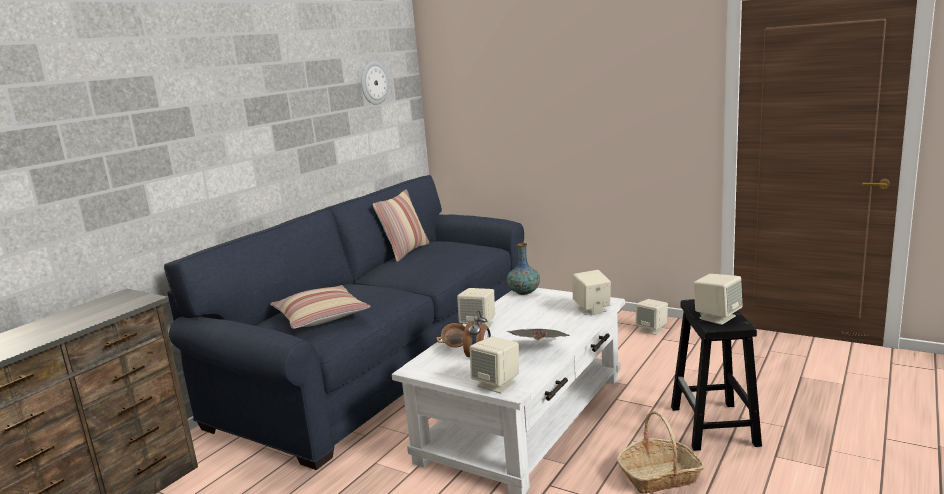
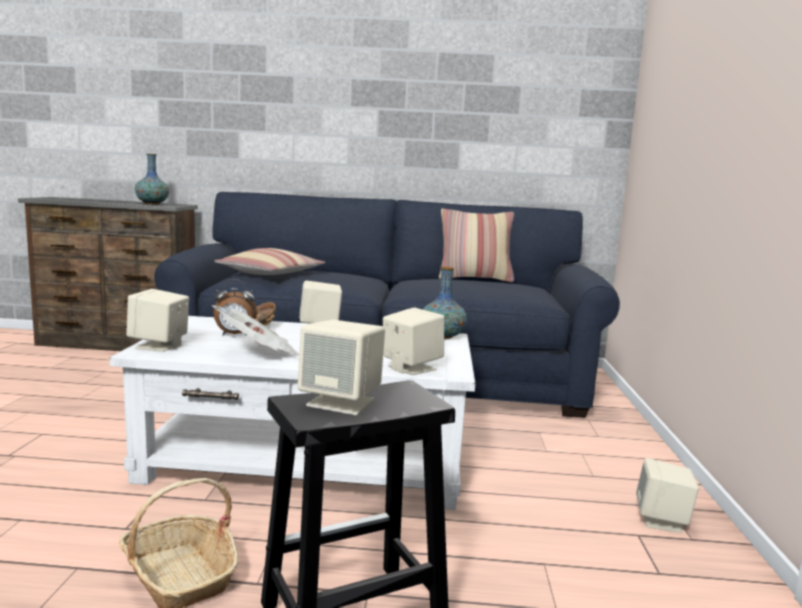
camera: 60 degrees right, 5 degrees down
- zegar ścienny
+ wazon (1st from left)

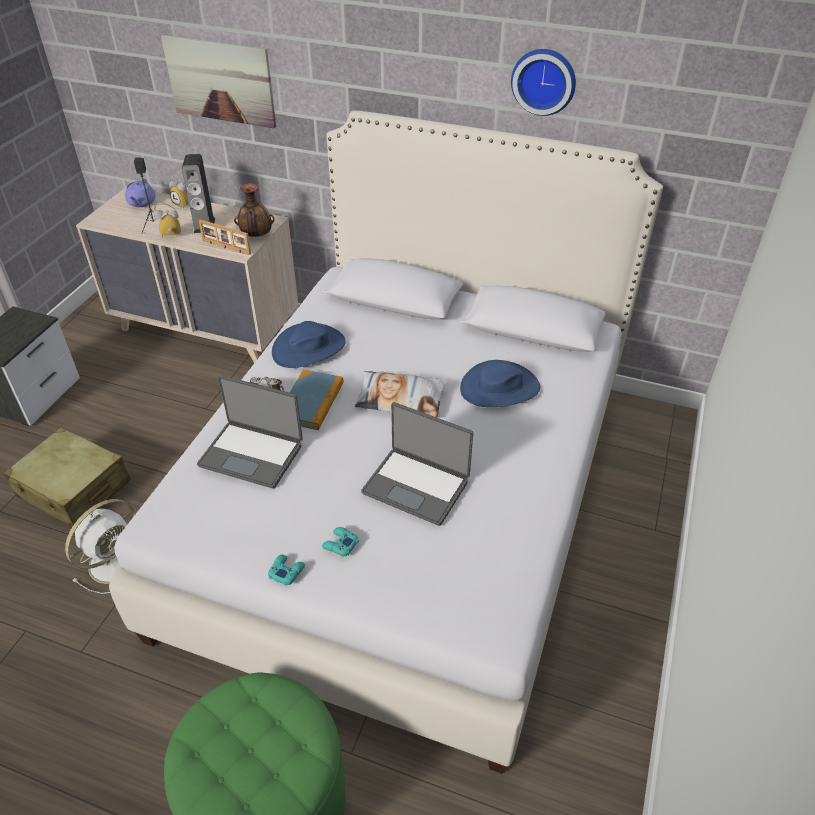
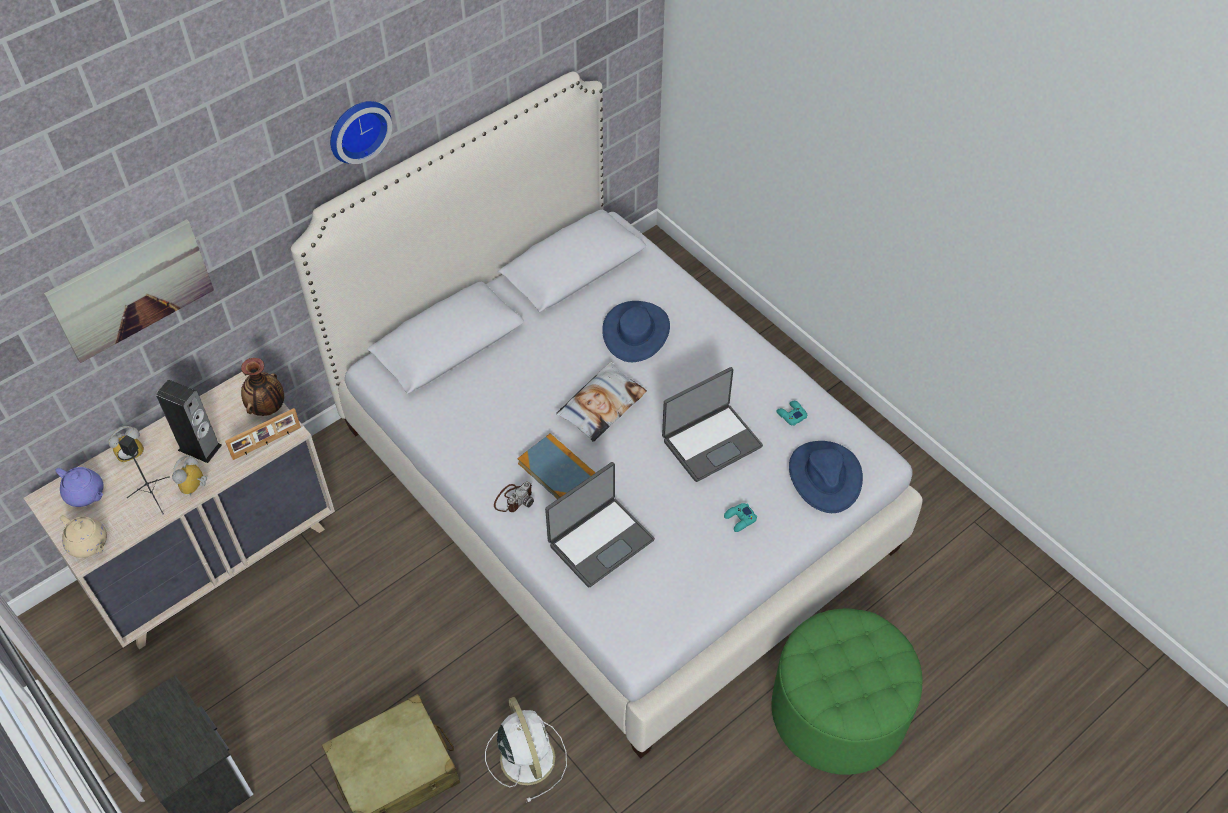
camera: 60 degrees left, 10 degrees up
+ imbryk [beżowy]
~ pad do gier [turkusowy] (1st from left in the first image) to pad do gier [turkusowy] (2nd from left)
~ kapelusz [niebieski] (1st from left in the first image) to kapelusz [niebieski] (2nd from left)
~ zegar ścienny

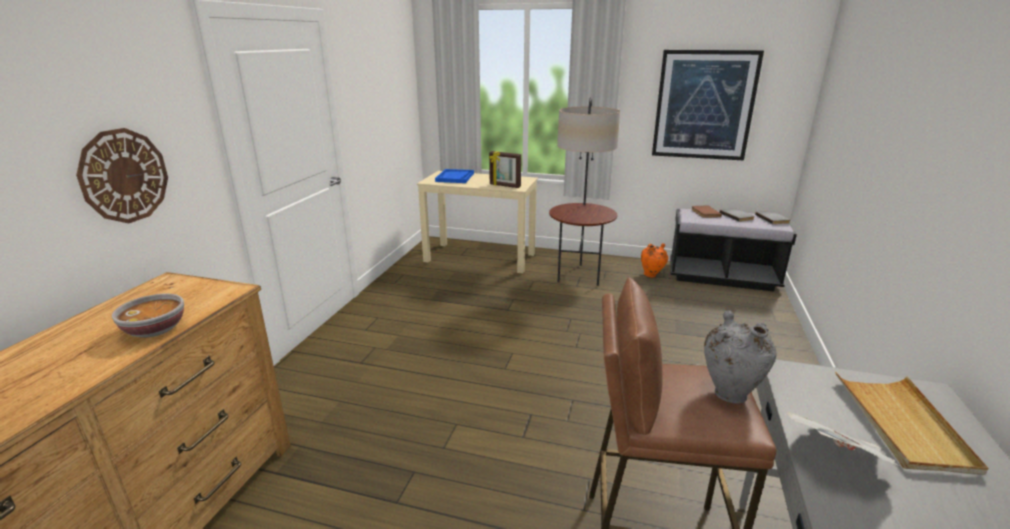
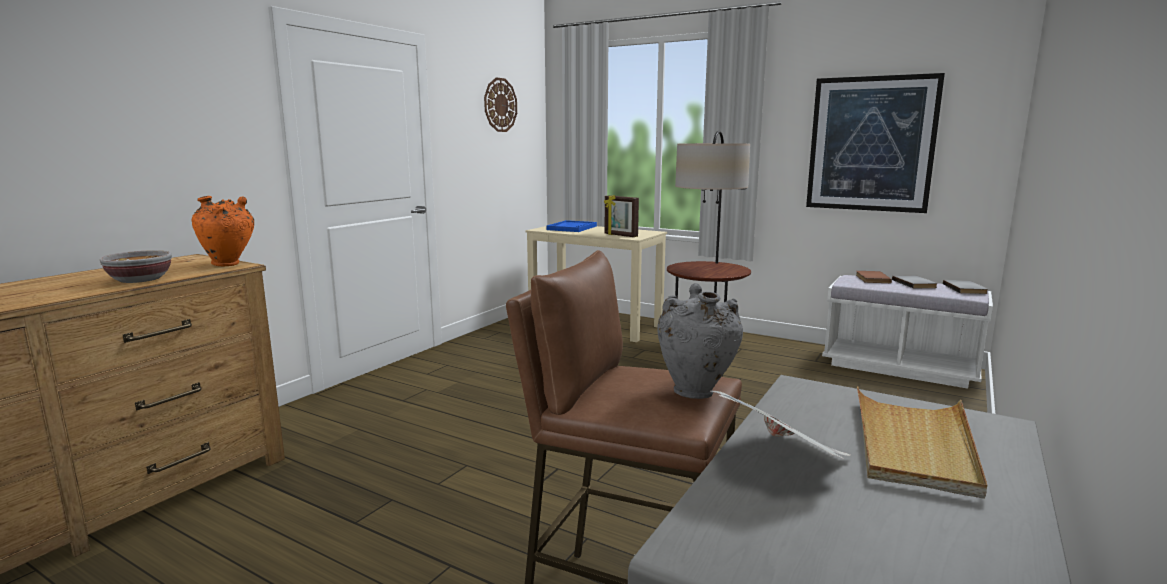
camera: 15 degrees right, 10 degrees down
~ zegar ścienny
~ wazon [pomarańczowy]
~ ławka [czarny] to ławka [biały]

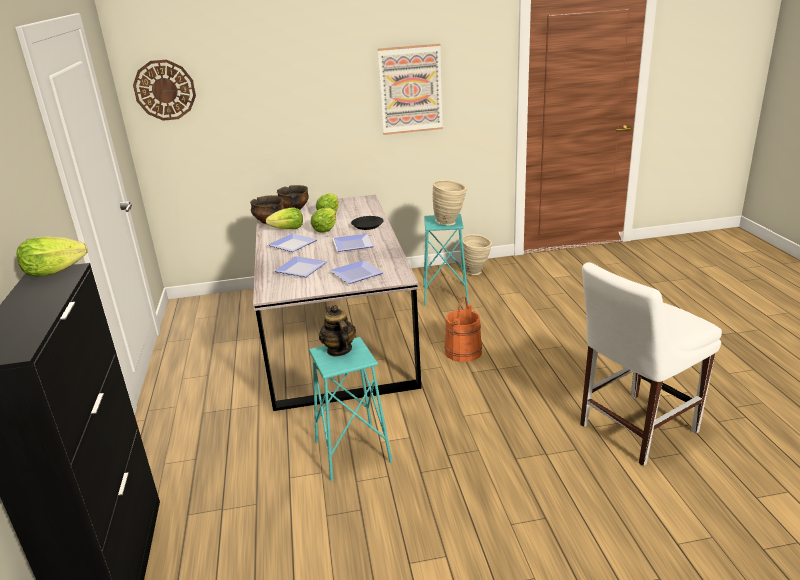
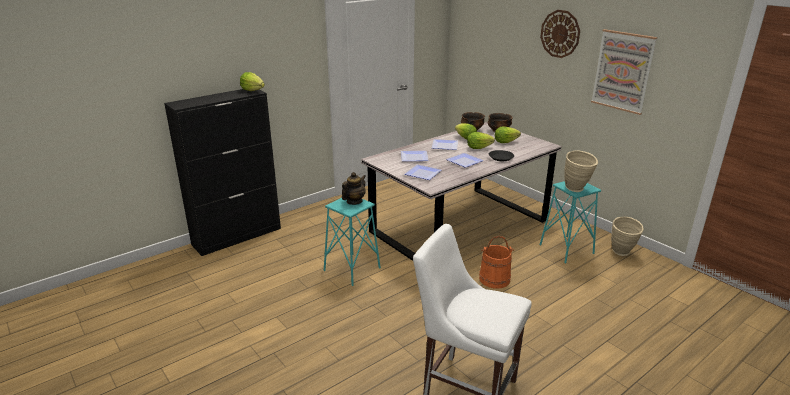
camera: 60 degrees right, 0 degrees up
~ zegar ścienny

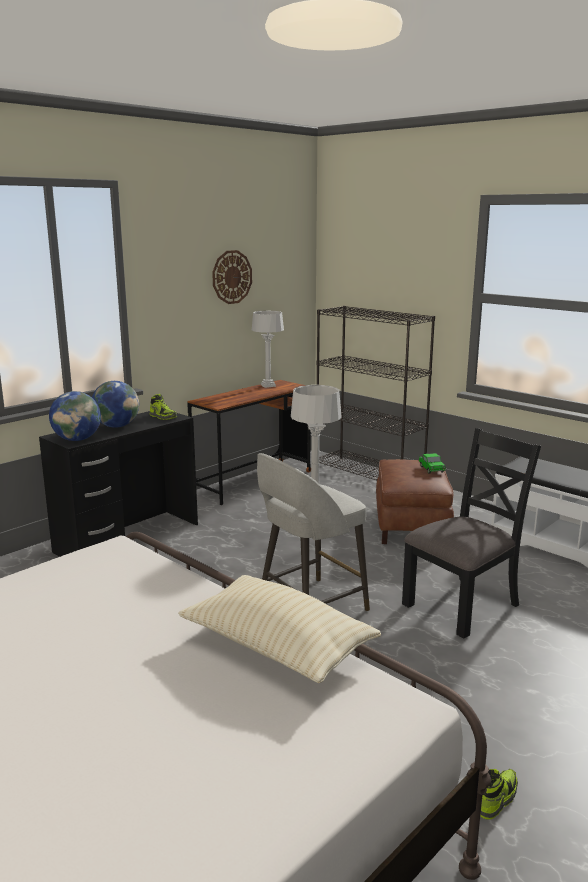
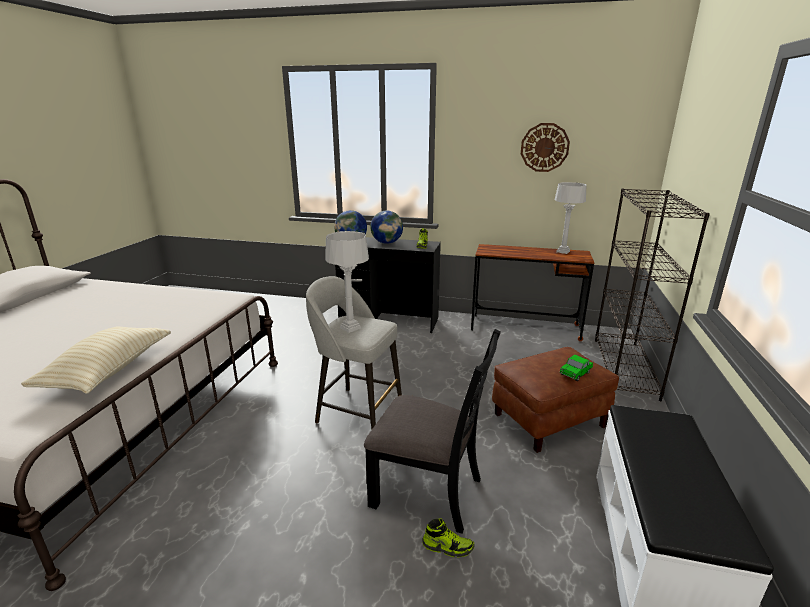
camera: 60 degrees right, 5 degrees up
~ but (2nd from left)

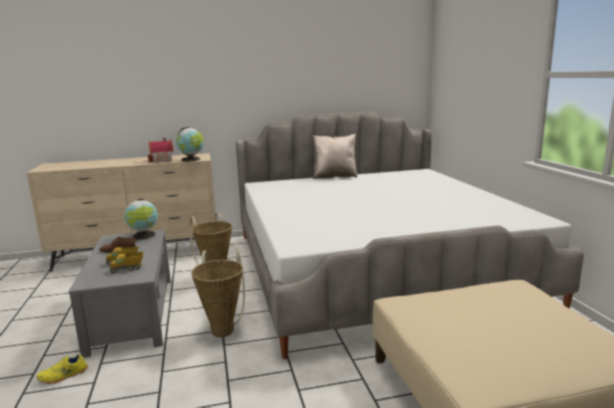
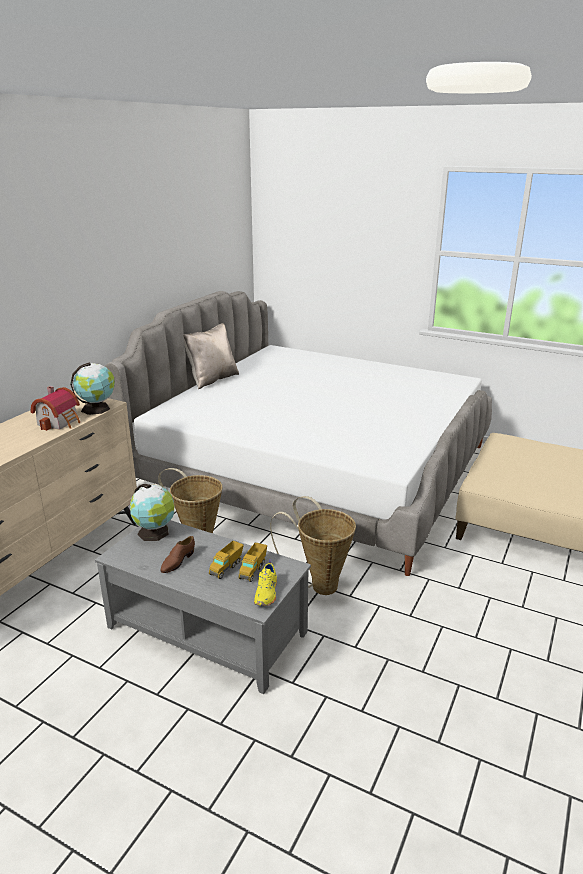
camera: 50 degrees left, 10 degrees up
~ but [żółty]

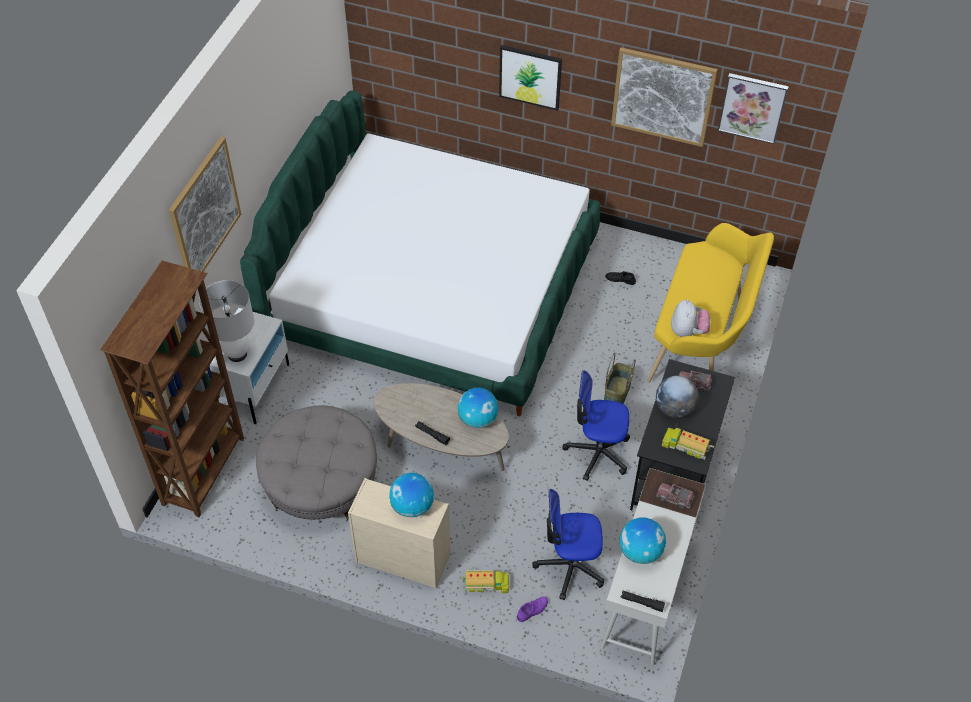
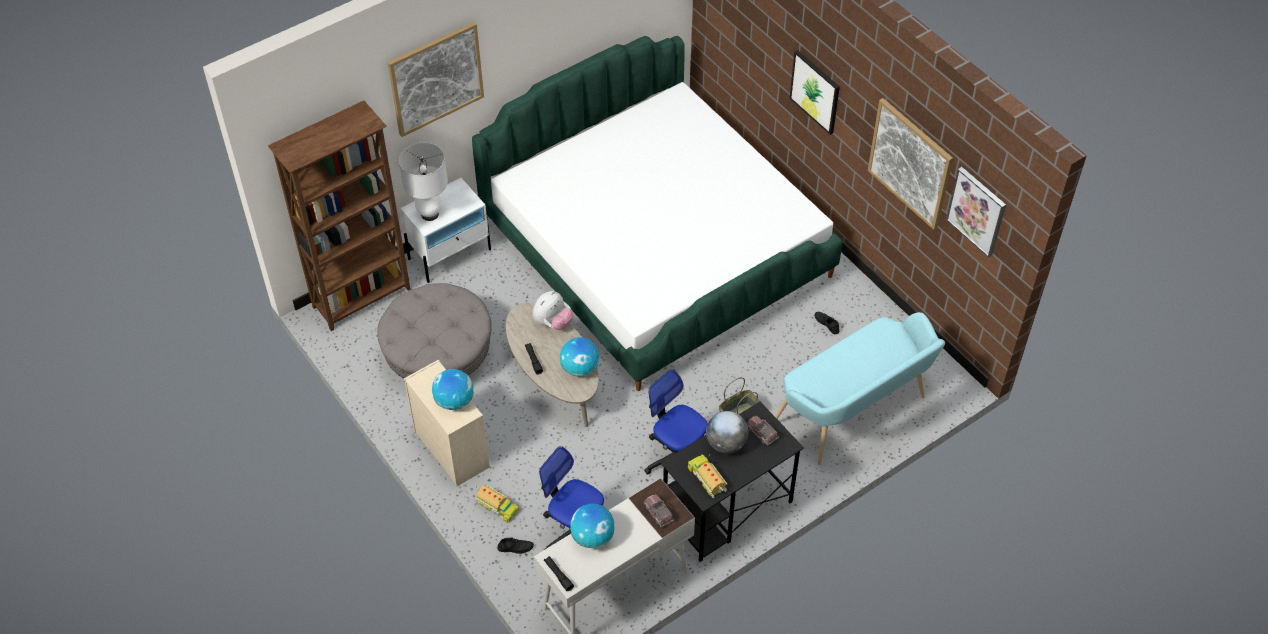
camera: 35 degrees right, 0 degrees up
~ pluszak
~ but [fioletowy] to but [czarny] (1st from left)
~ ławka [żółty] to ławka [turkusowy]

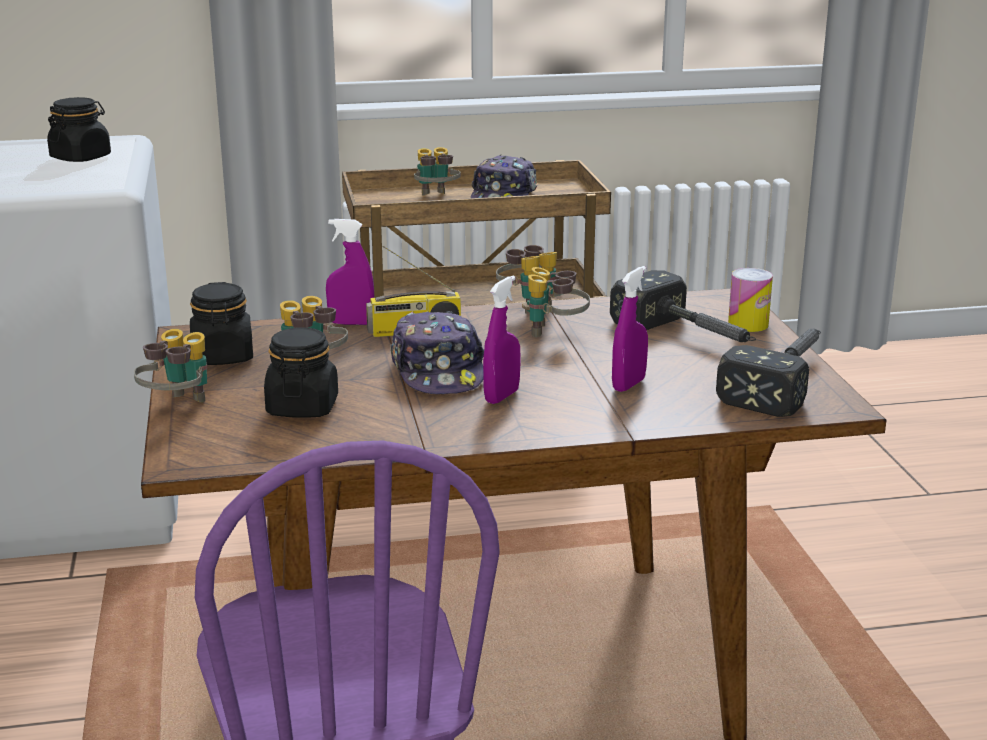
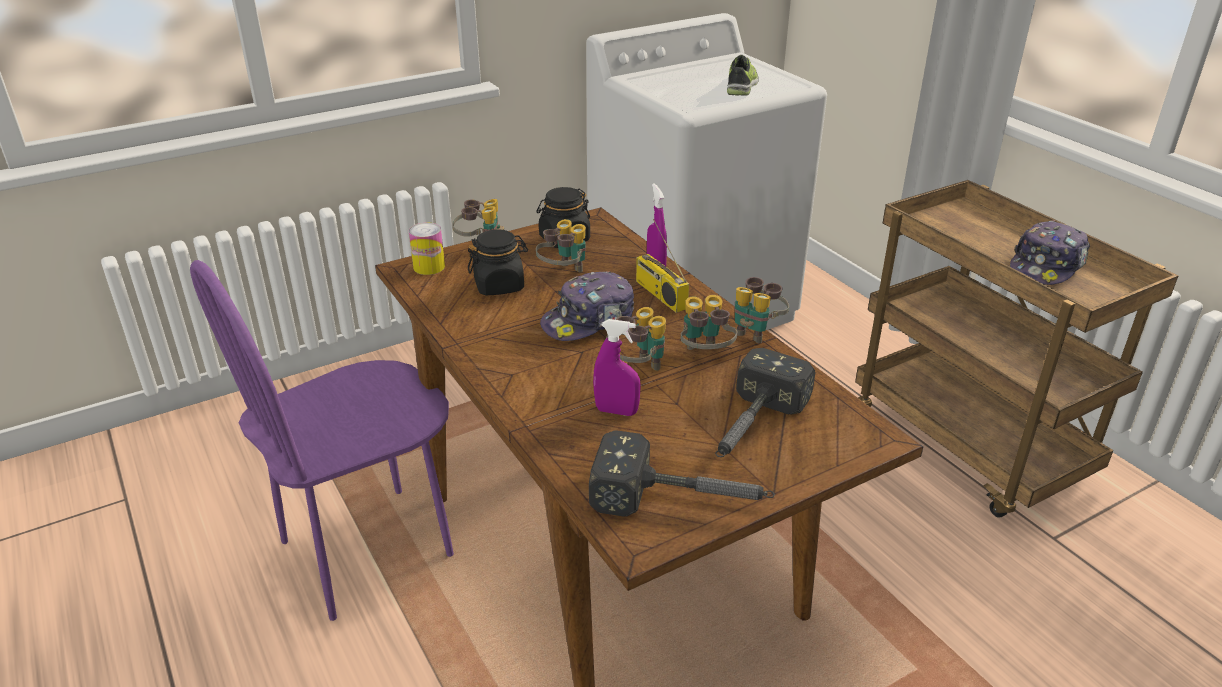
camera: 70 degrees right, 10 degrees up
- spryskiwacz [fioletowy] (2nd from left)
~ lornetka (3rd from left)
~ puszka
~ słoik [czarny] (1st from left) to but
~ czapka z daszkiem (2nd from left) 45 degrees counterclockwise

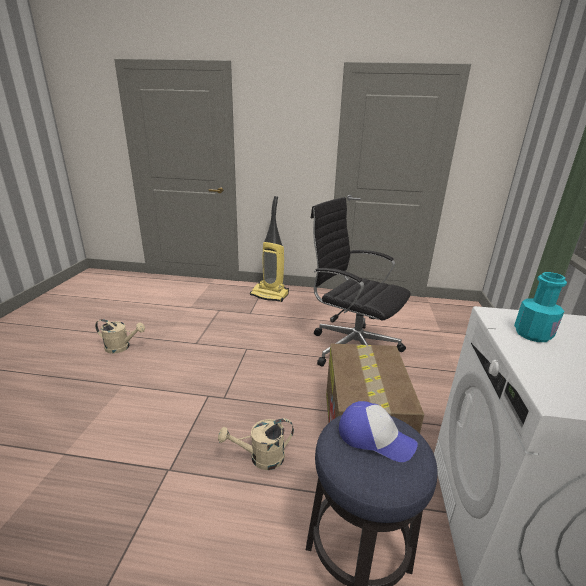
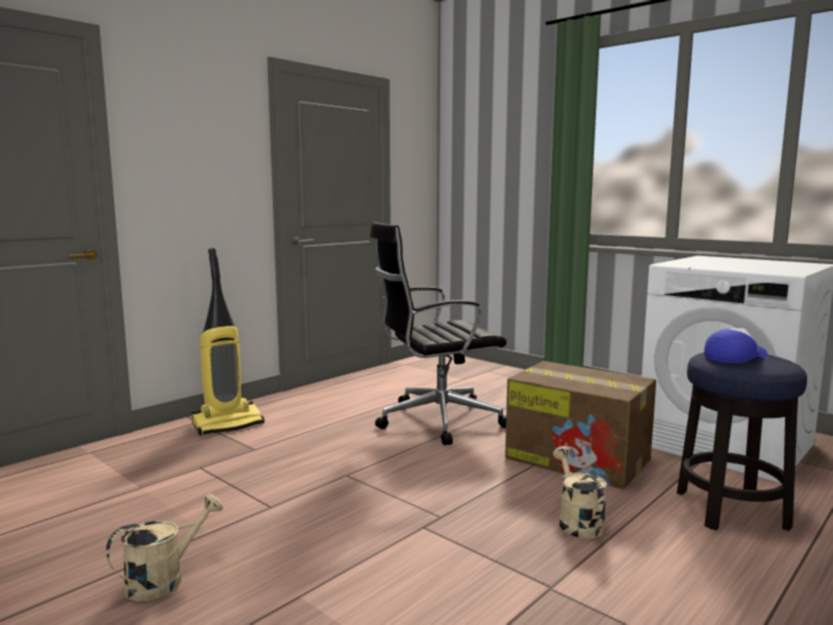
camera: 55 degrees left, 15 degrees down
- butelka [turkusowy]
~ konewka [beżowy] (2nd from left) 150 degrees clockwise

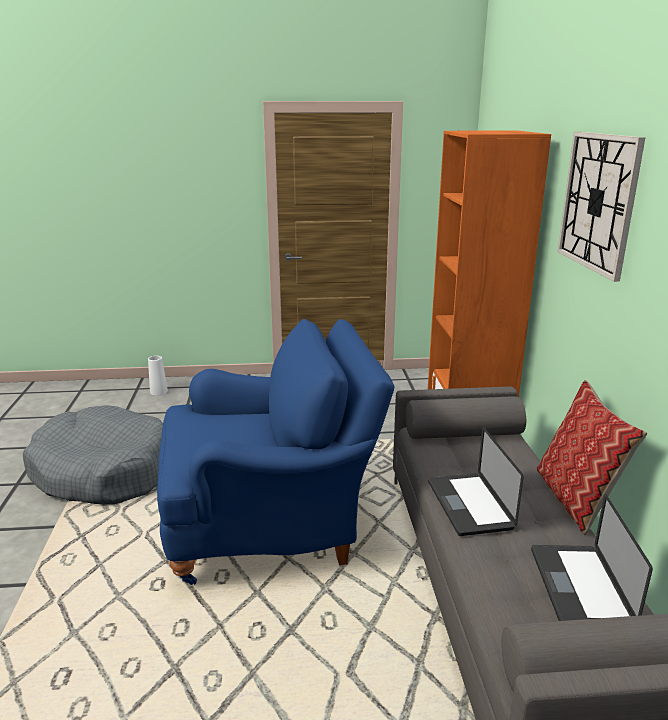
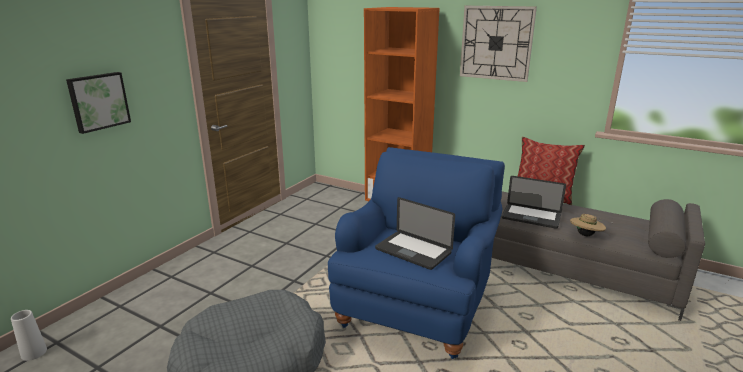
camera: 55 degrees left, 0 degrees up
+ obraz
+ kapelusz [beżowy]
~ wazon [biały]
~ laptop (2nd from left in the first image) to laptop (1st from left)

